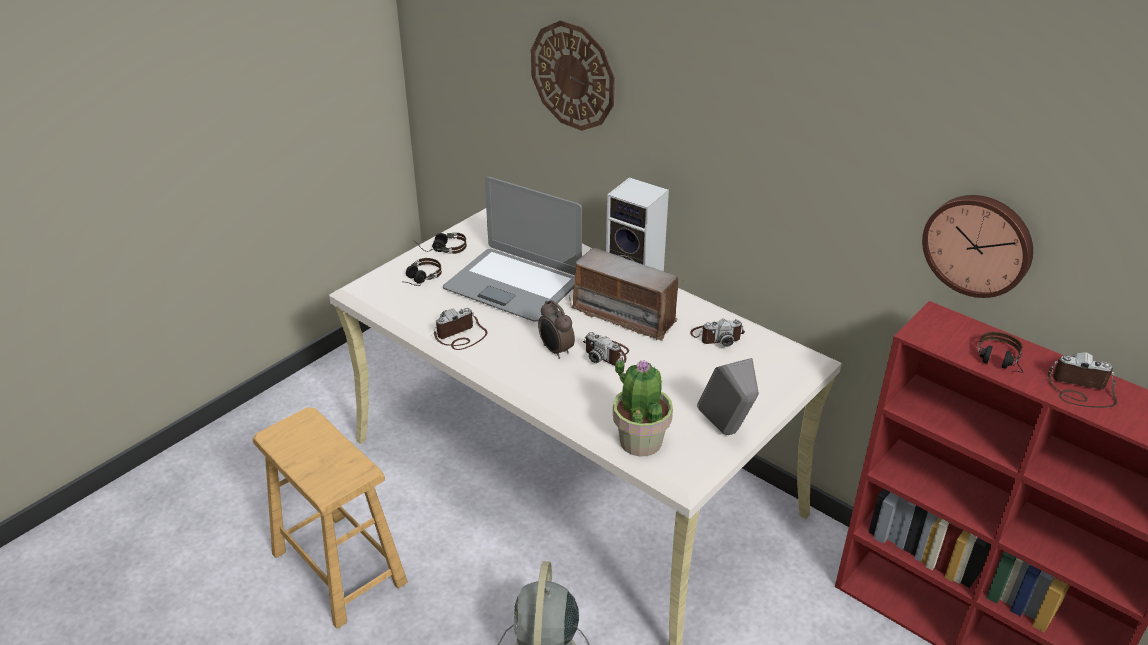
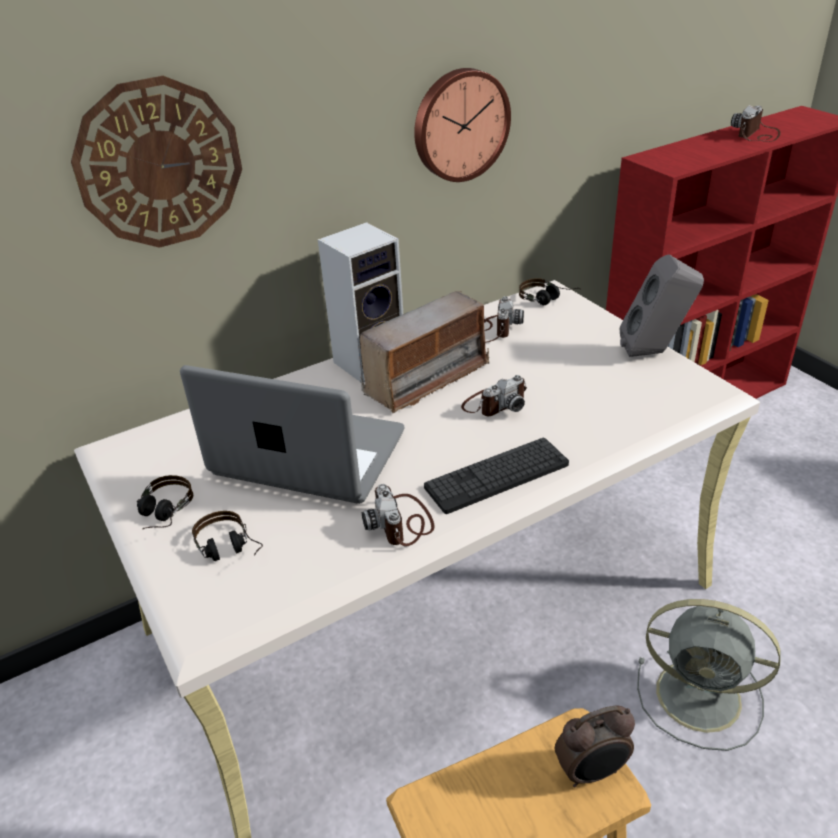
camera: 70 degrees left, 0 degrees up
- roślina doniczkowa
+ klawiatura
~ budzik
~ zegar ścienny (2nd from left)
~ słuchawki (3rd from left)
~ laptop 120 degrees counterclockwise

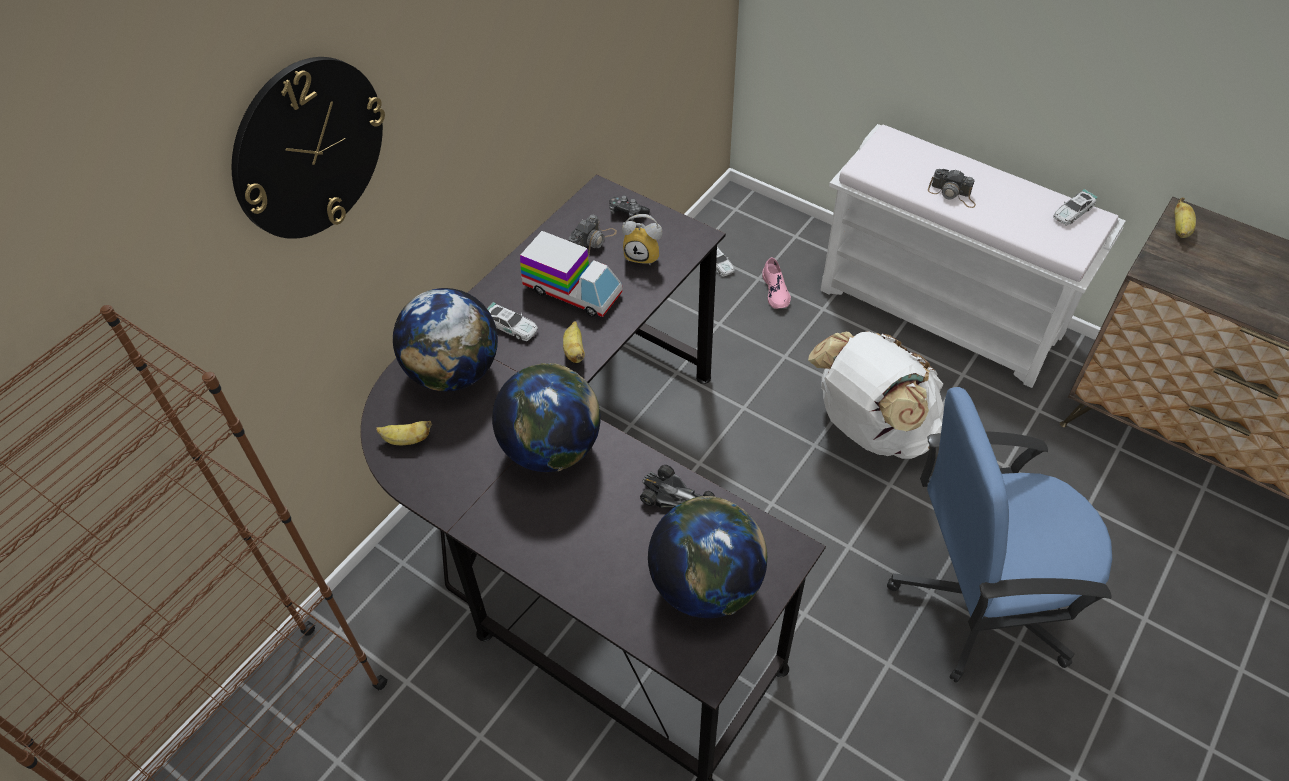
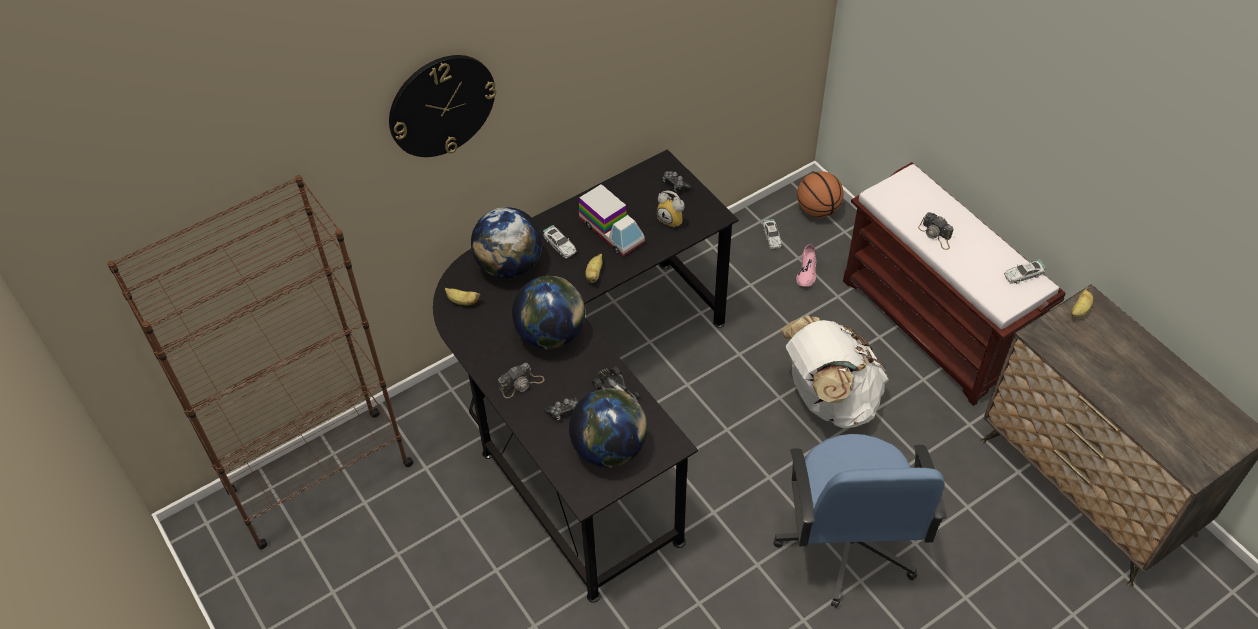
camera: 20 degrees right, 0 degrees up
+ pad do gier (1st from left)
+ piłka do koszykówki
~ aparat fotograficzny (1st from left)
~ ławka [biały] to ławka [brązowy]
~ krzesło biurowe [niebieski] 105 degrees counterclockwise

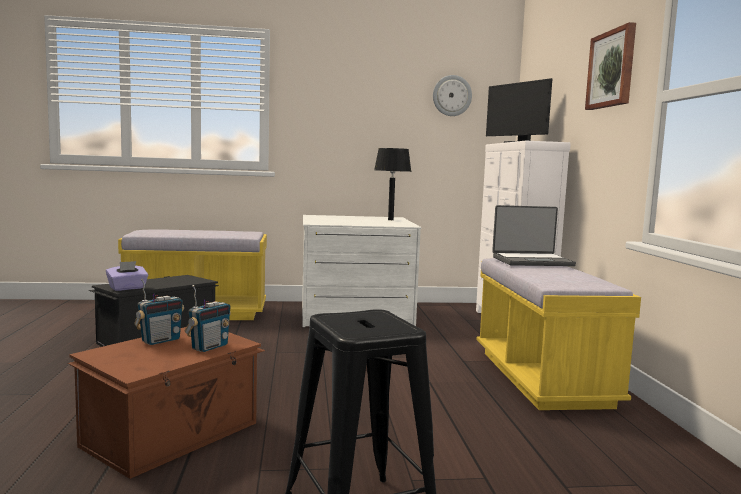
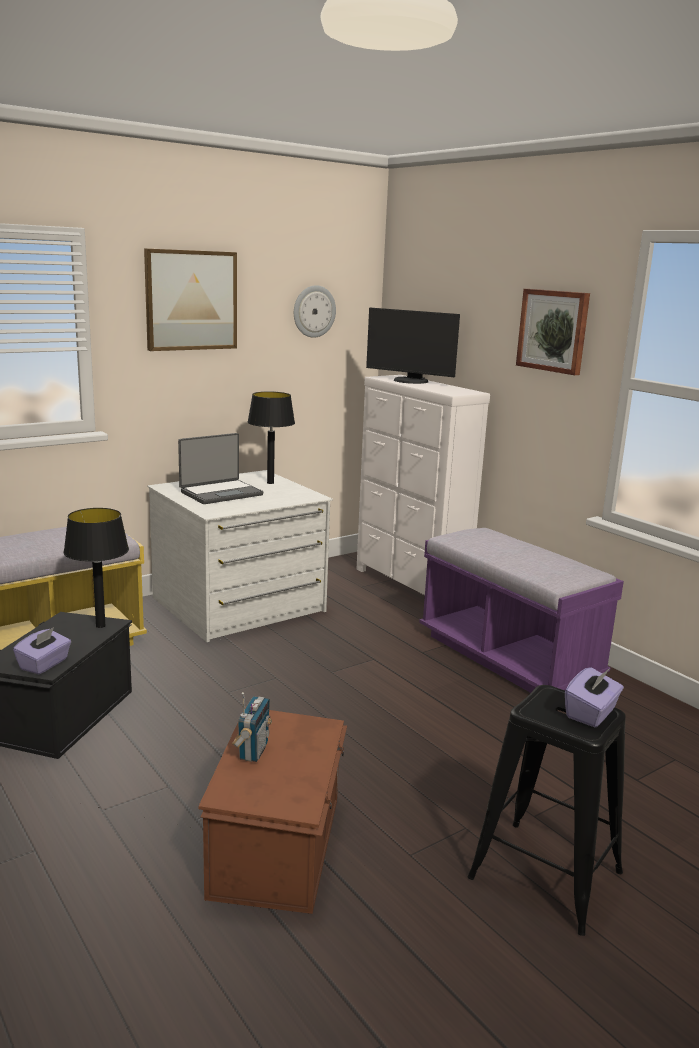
camera: 30 degrees left, 10 degrees up
- radio (2nd from left)
+ lampa stołowa [czarny] (1st from left)
+ obraz (1st from left)
+ pudełko chusteczek [fioletowy] (2nd from left)
~ laptop
~ ławka [żółty] (2nd from left) to ławka [fioletowy]

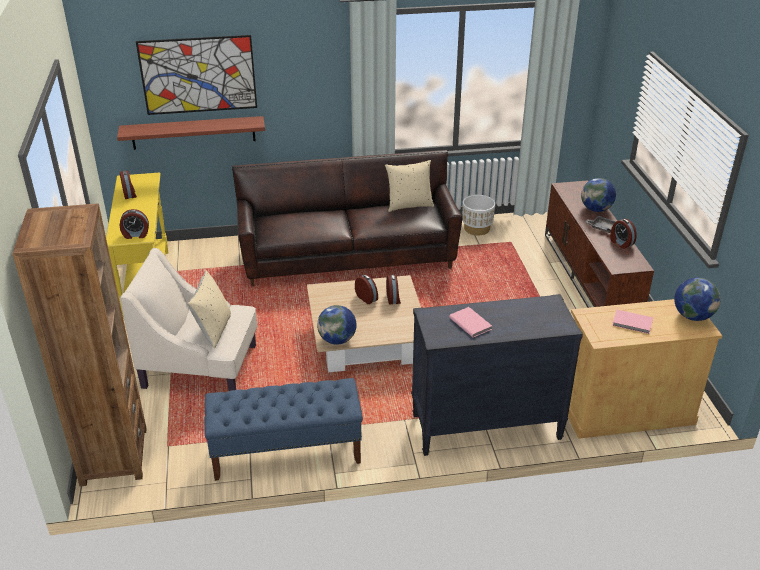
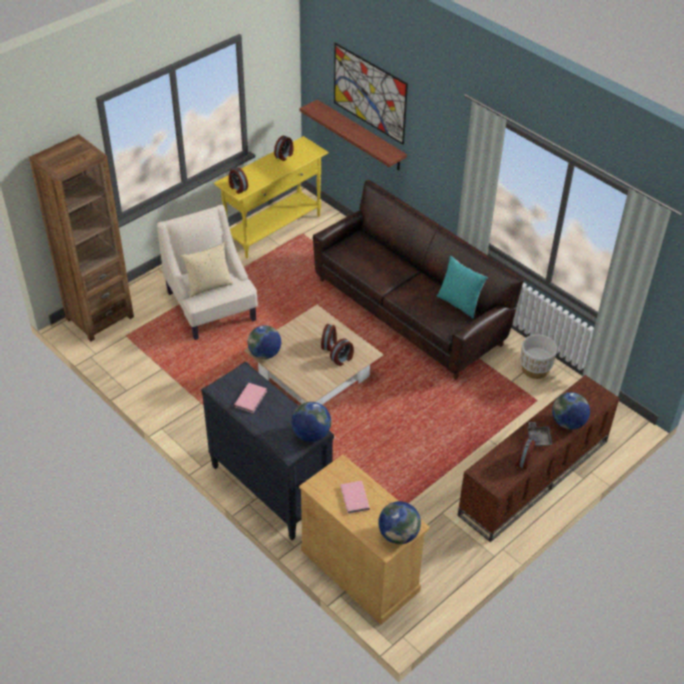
camera: 55 degrees right, 10 degrees up
- ławka [niebieski]
+ globus (2nd from left)
~ poduszka [beżowy] (2nd from left) to poduszka [turkusowy]

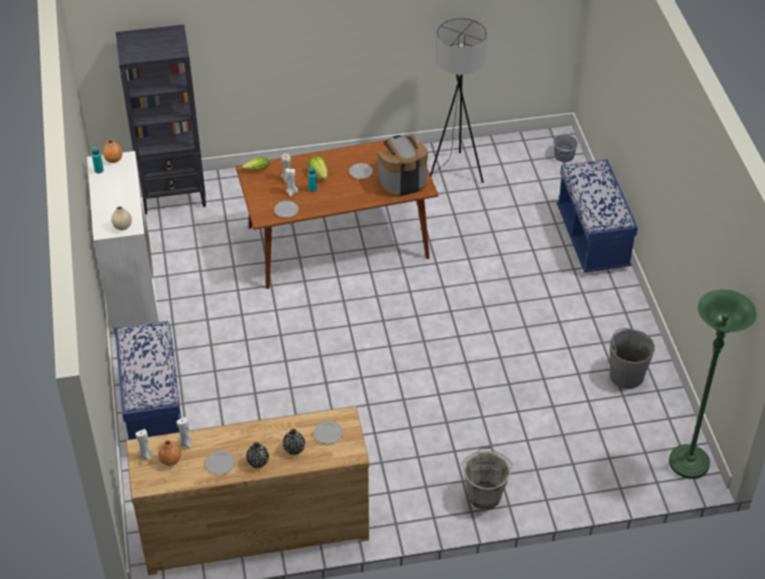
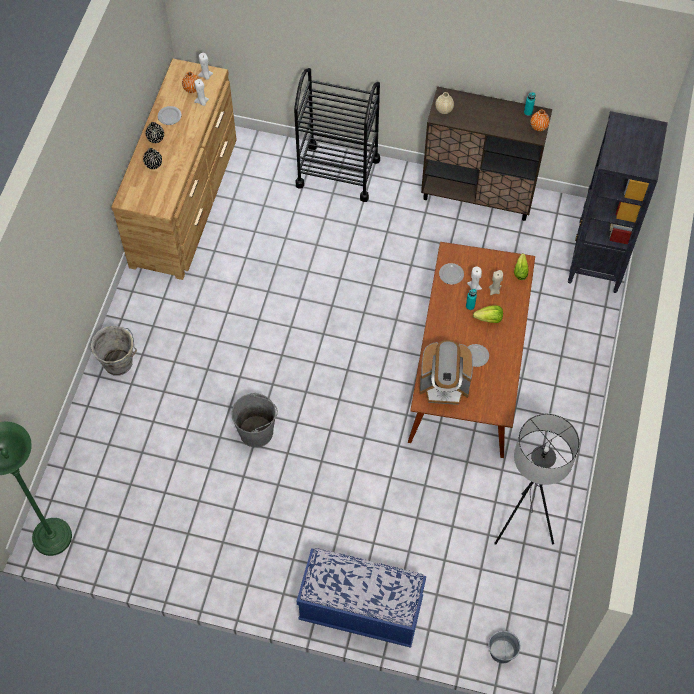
camera: 115 degrees right, 15 degrees up
- talerz (3rd from left)
~ wiadro [szary] (3rd from left in the first image) to wiadro [szary] (2nd from left)
~ ławka [niebieski] (1st from left) to wózek [czarny]
~ szafka [biały] to szafka [brązowy]
~ ekspres do kawy 90 degrees clockwise

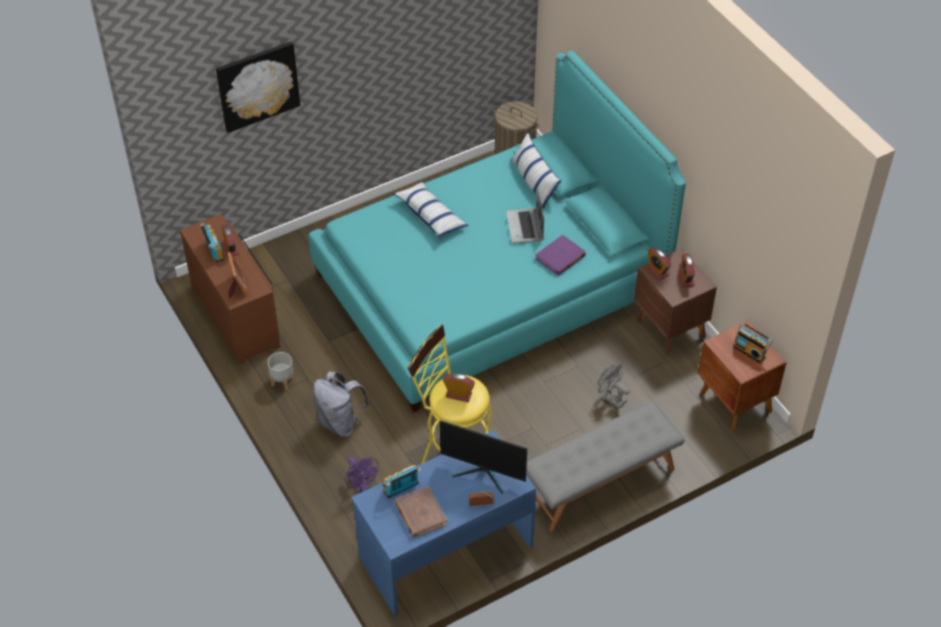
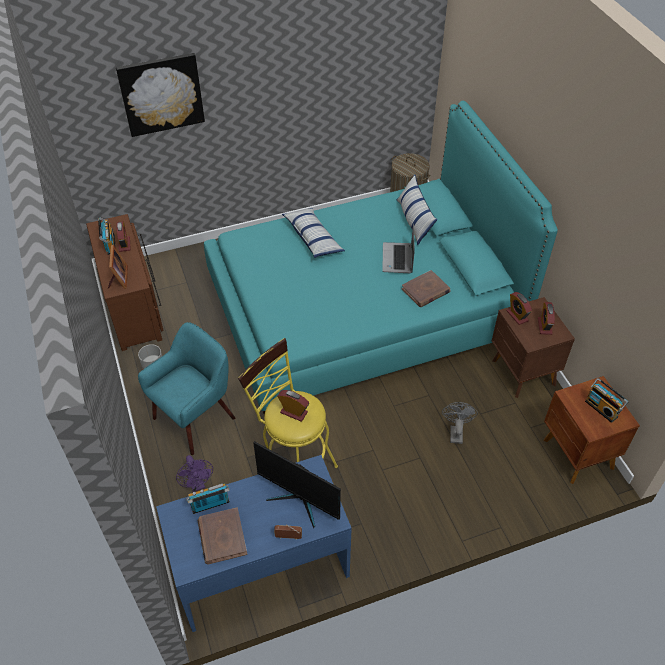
camera: 10 degrees right, 0 degrees up
- ławka [szary]
~ plecak [szary] to fotel [turkusowy]
~ książka [fioletowy] to książka [brązowy] (2nd from left)
~ wentylator [szary] 45 degrees clockwise

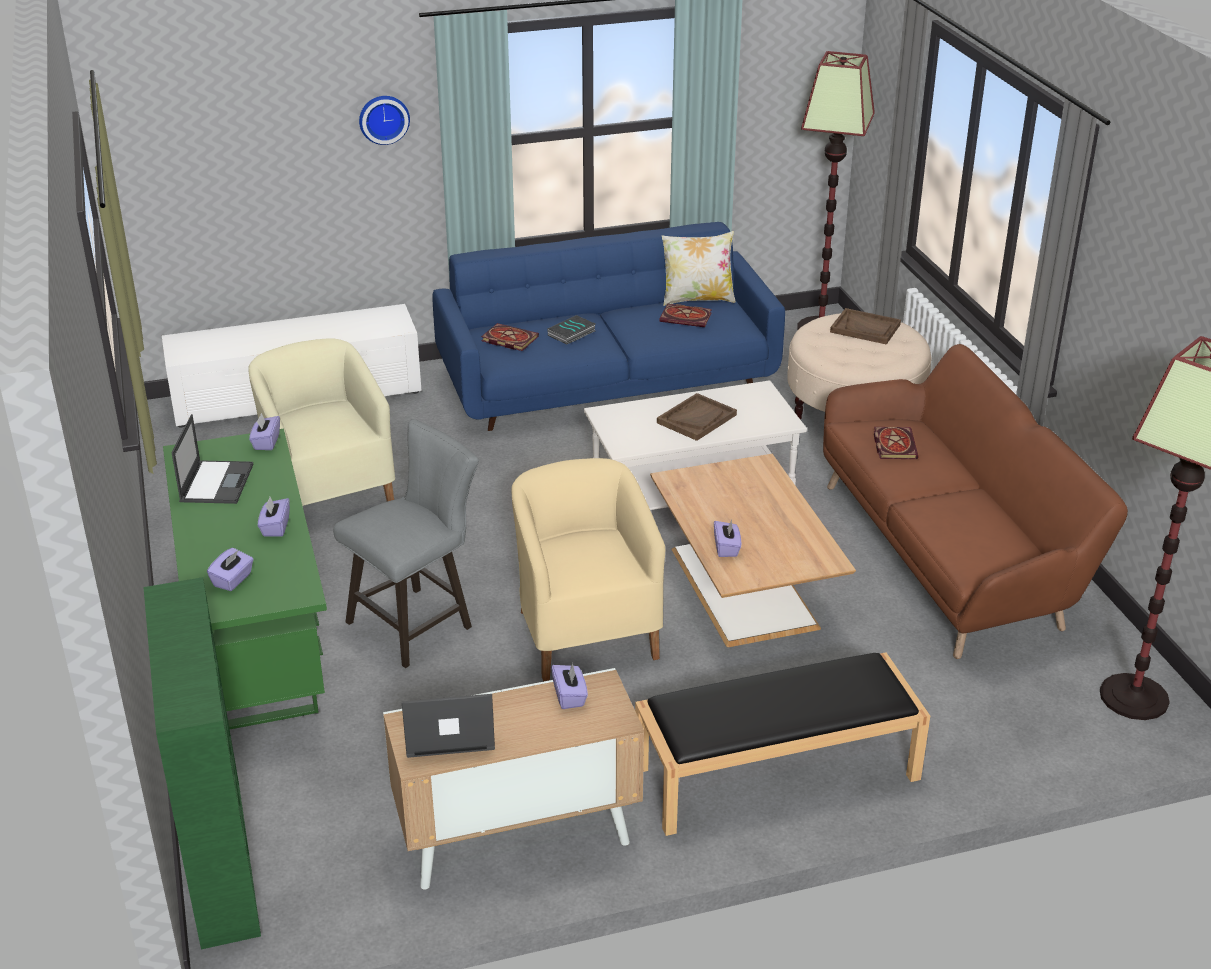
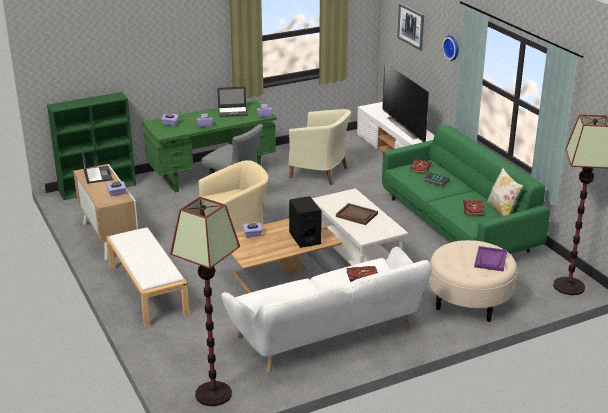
camera: 80 degrees right, 5 degrees down
+ głośnik [czarny]
+ telewizor
+ obraz
~ kanapa [niebieski] to kanapa [zielony]
~ ławka [czarny] to ławka [biały]
~ kanapa [brązowy] to kanapa [biały]
~ taca [brązowy] (2nd from left) to taca [fioletowy]
~ fotel [beżowy] (1st from left in the first image) 60 degrees clockwise

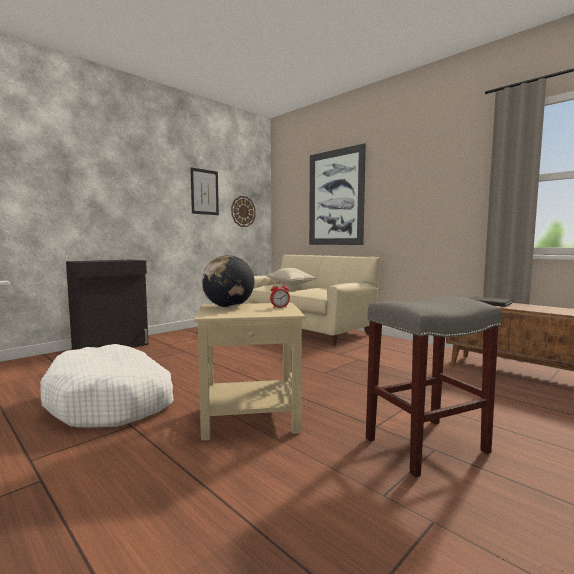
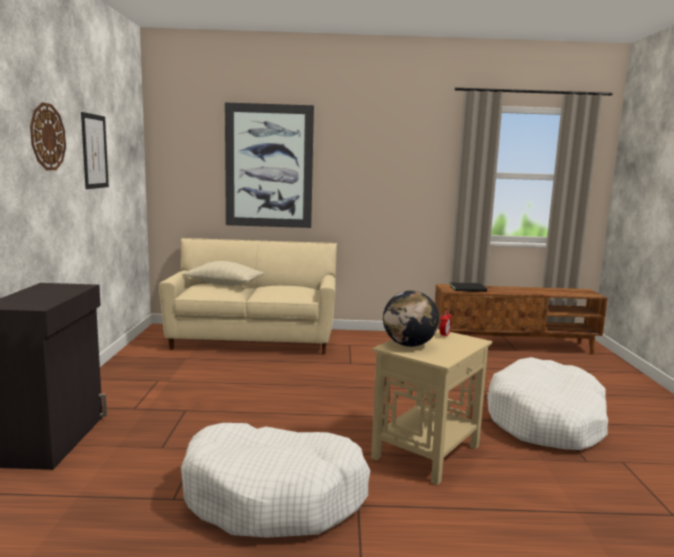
camera: 45 degrees left, 5 degrees up
~ zegar ścienny
~ stołek [szary] to legowisko [biały] (2nd from left)

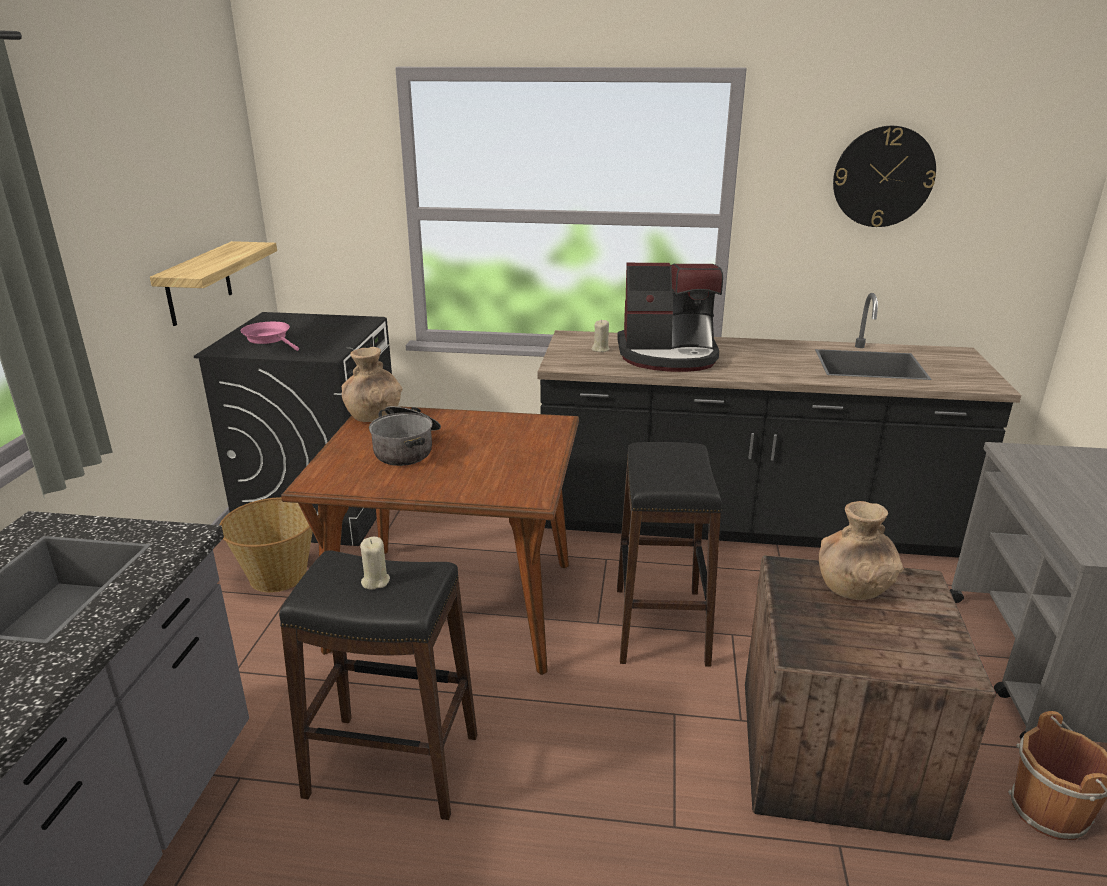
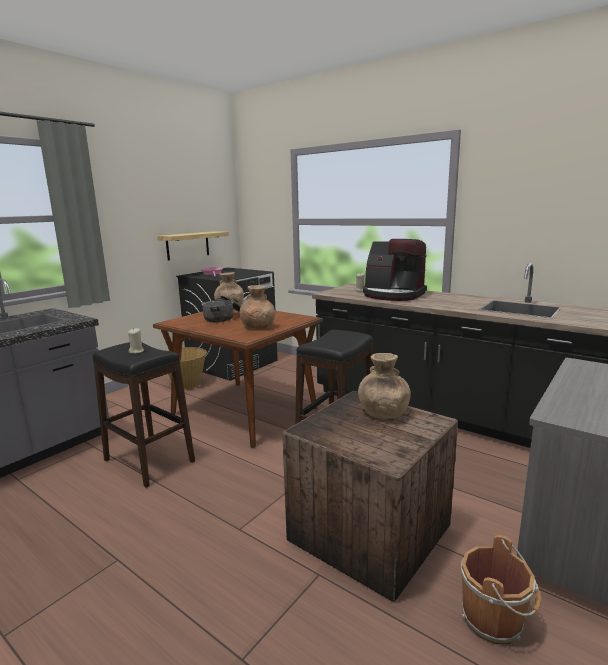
camera: 30 degrees right, 10 degrees down
- zegar ścienny
+ wazon [brązowy] (2nd from left)

